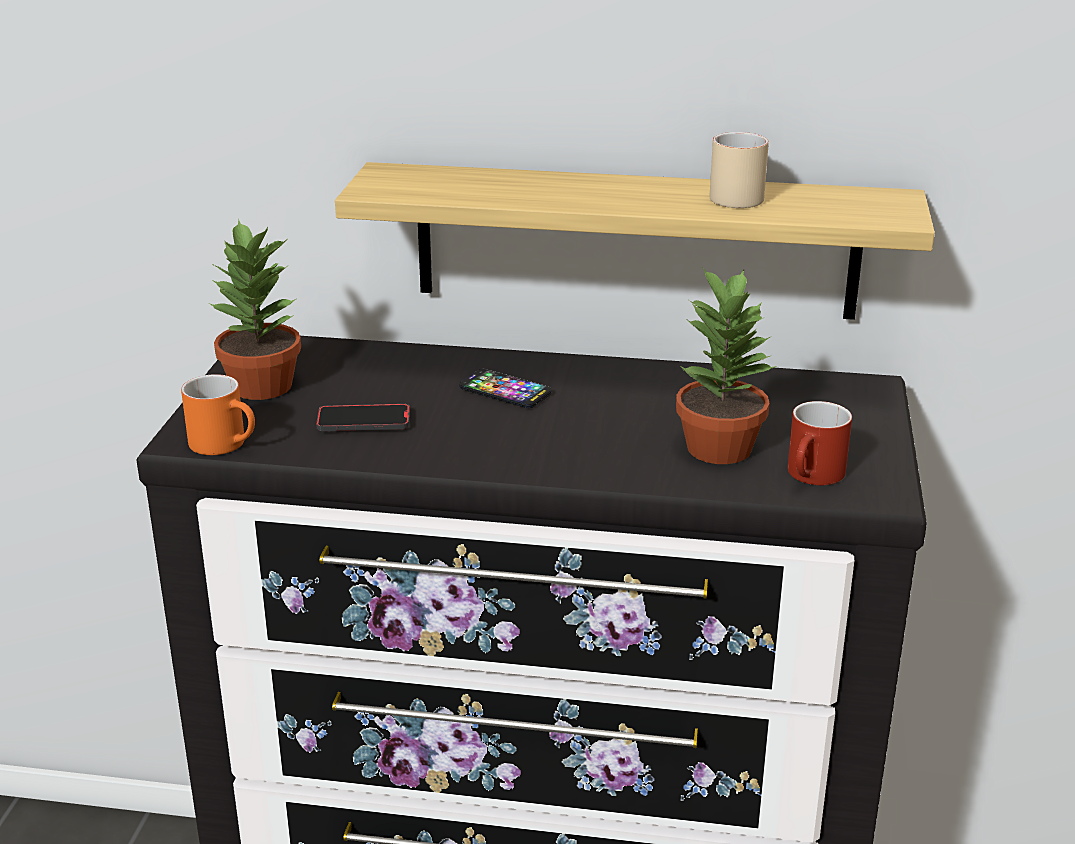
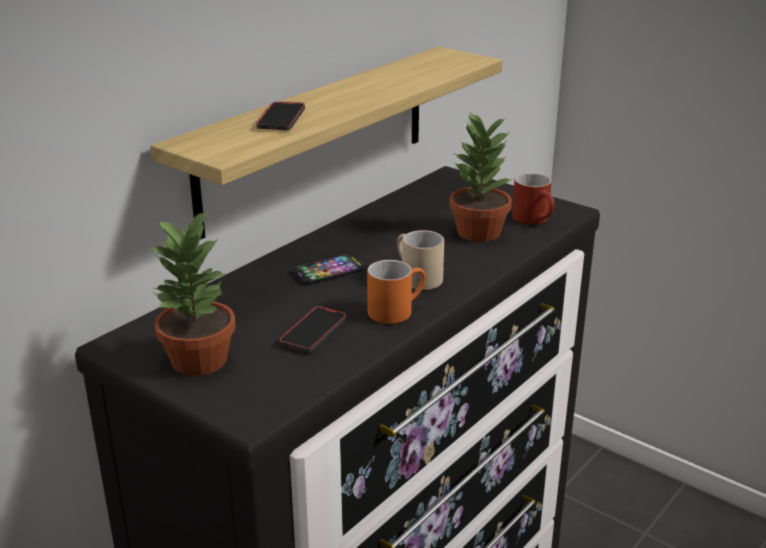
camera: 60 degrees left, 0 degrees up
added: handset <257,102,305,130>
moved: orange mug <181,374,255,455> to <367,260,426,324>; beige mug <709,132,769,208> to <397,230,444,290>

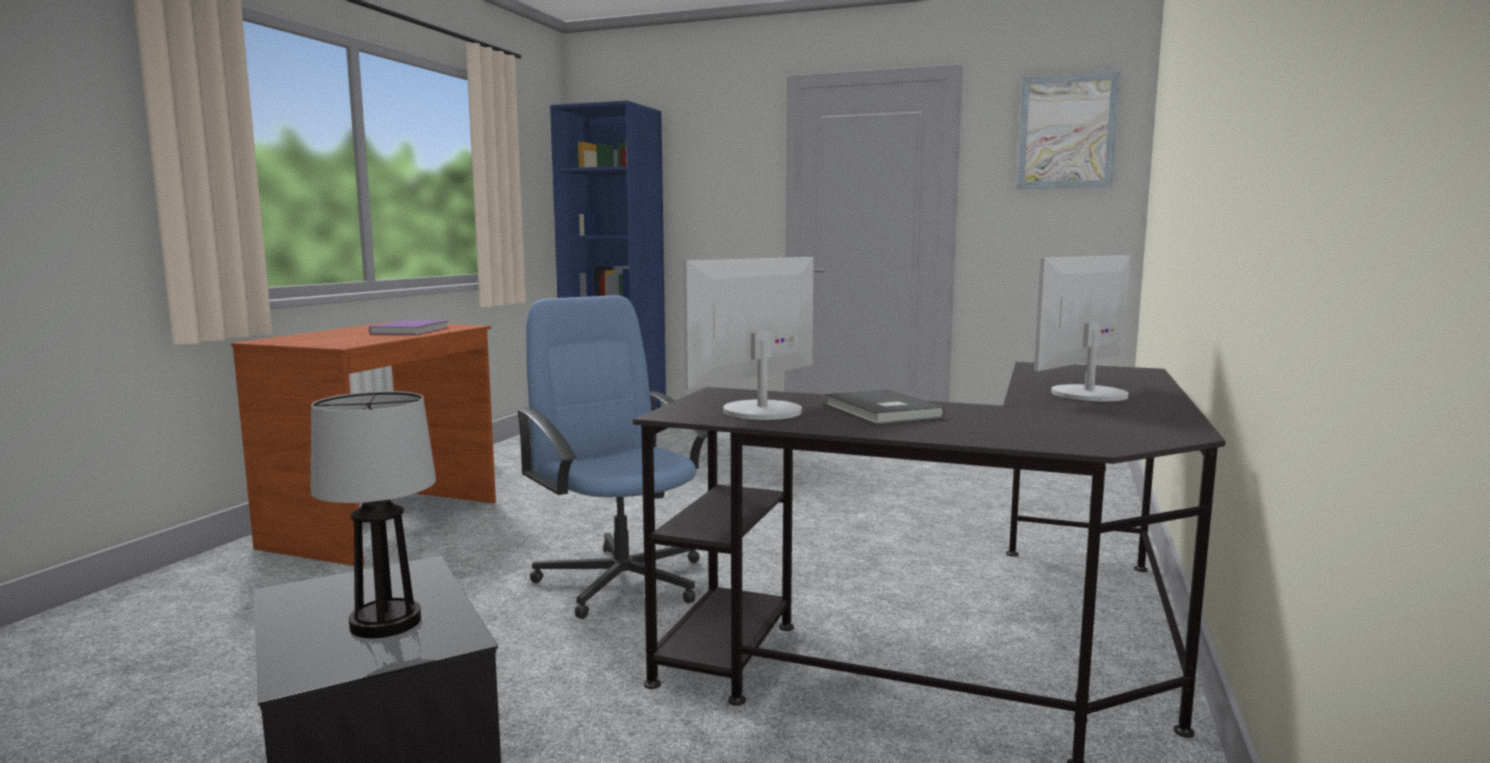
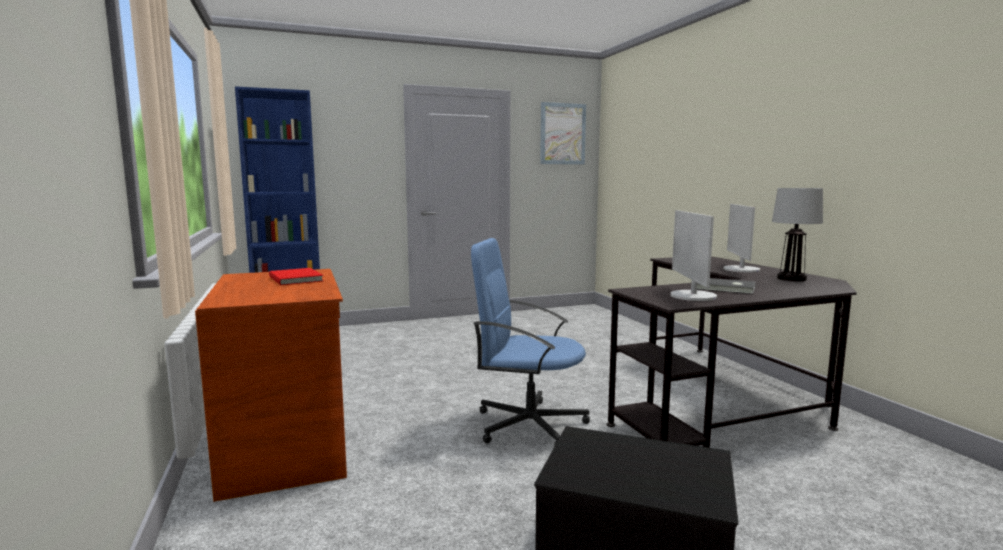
camera: 40 degrees left, 0 degrees up
moved: table lamp <311,391,436,638> to <772,188,823,281>
recoloured: purple-coloured book <369,320,449,335> to reddish book <269,268,324,285>

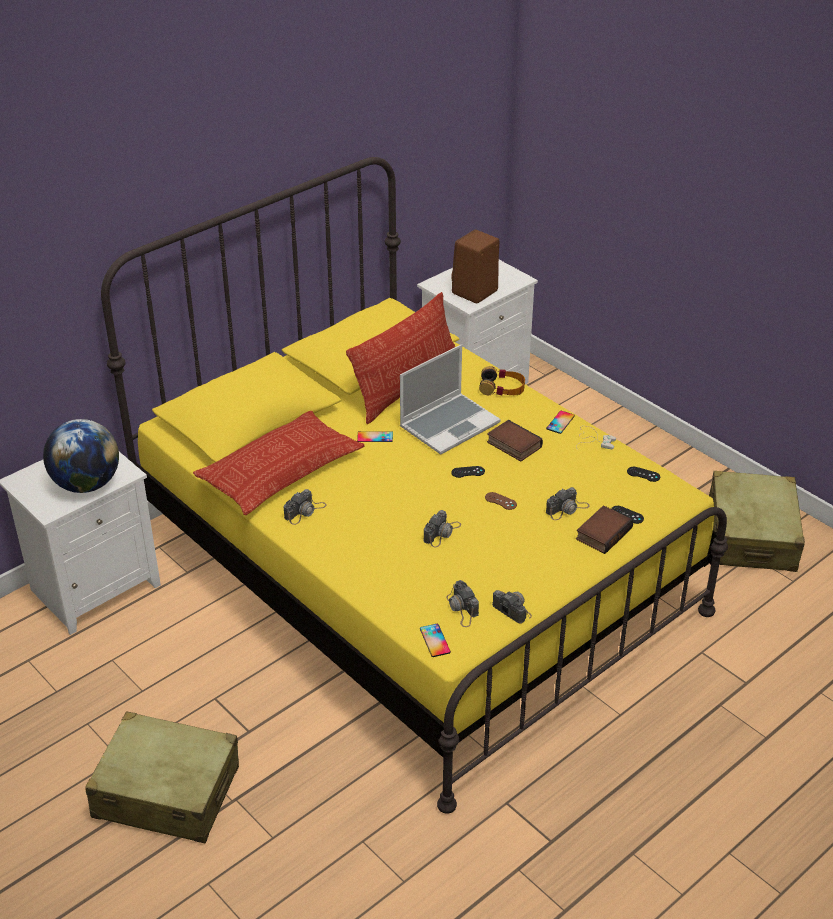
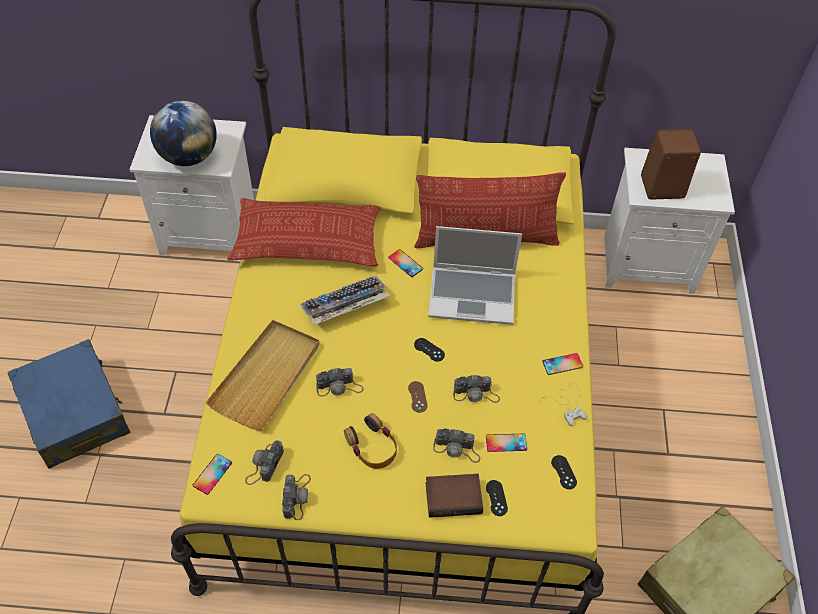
camera: 45 degrees right, 15 degrees up
removed: book <487,420,543,462>
added: beige serving tray <206,320,319,431>; computer keyboard <300,276,390,325>; handset <486,434,527,452>
moved: still camera <284,489,327,525> to <453,375,500,403>; headphones <479,366,525,396> to <344,413,397,469>
recoloured: beige piece of luggage <85,711,239,843> to blue piece of luggage <7,339,130,469>

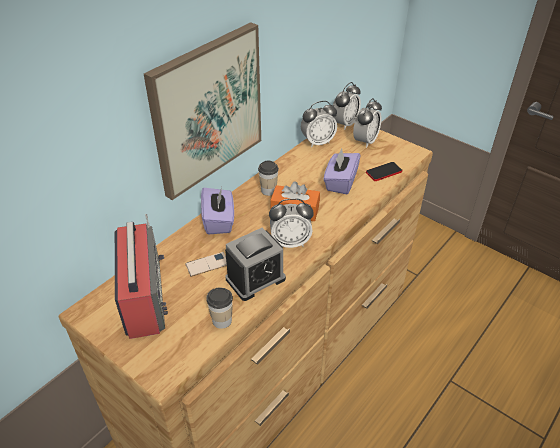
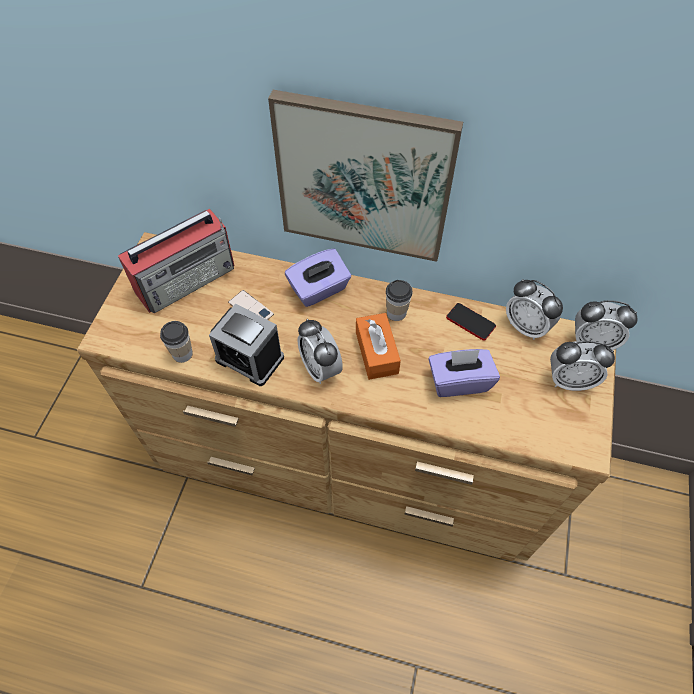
camera: 65 degrees right, 15 degrees up
moved: handset <366,162,402,181> to <446,303,496,341>

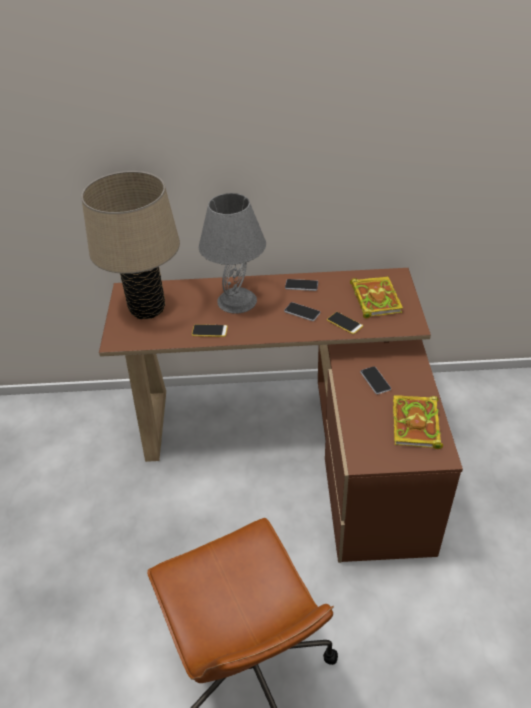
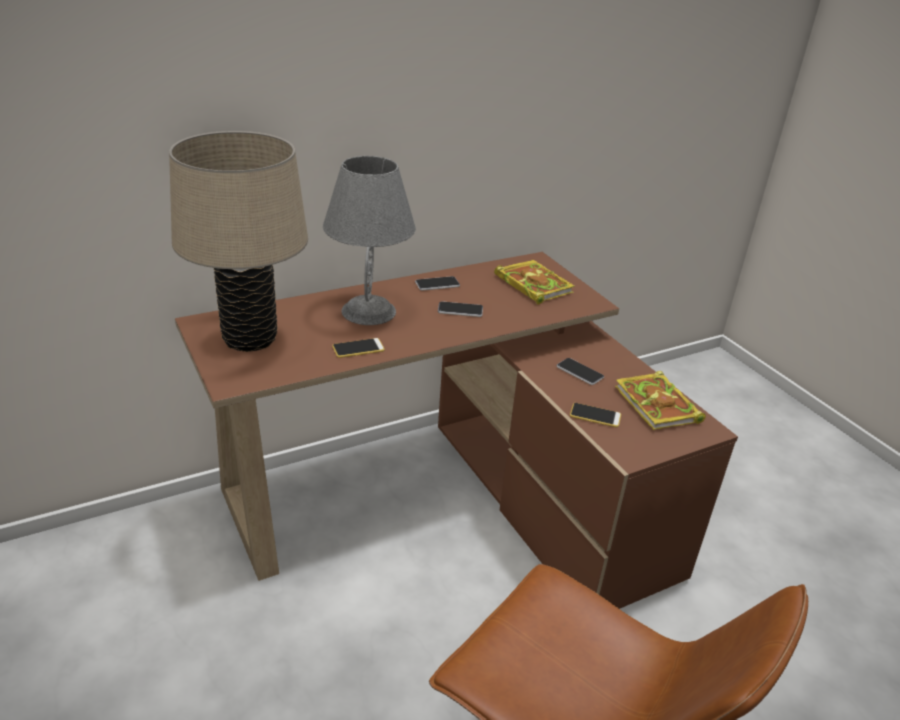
camera: 30 degrees left, 10 degrees down
moved: handset <327,312,363,334> to <570,403,621,427>

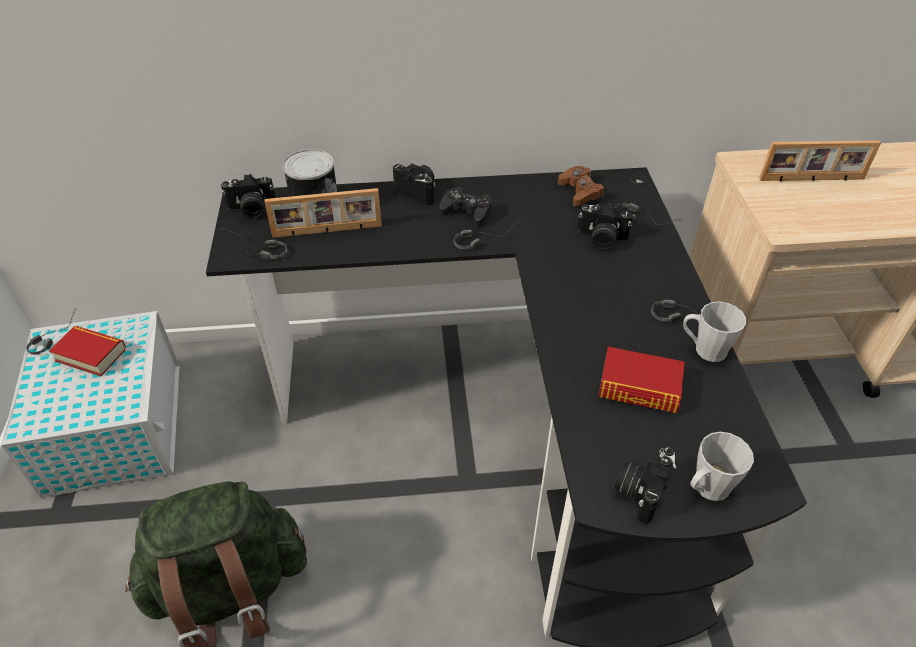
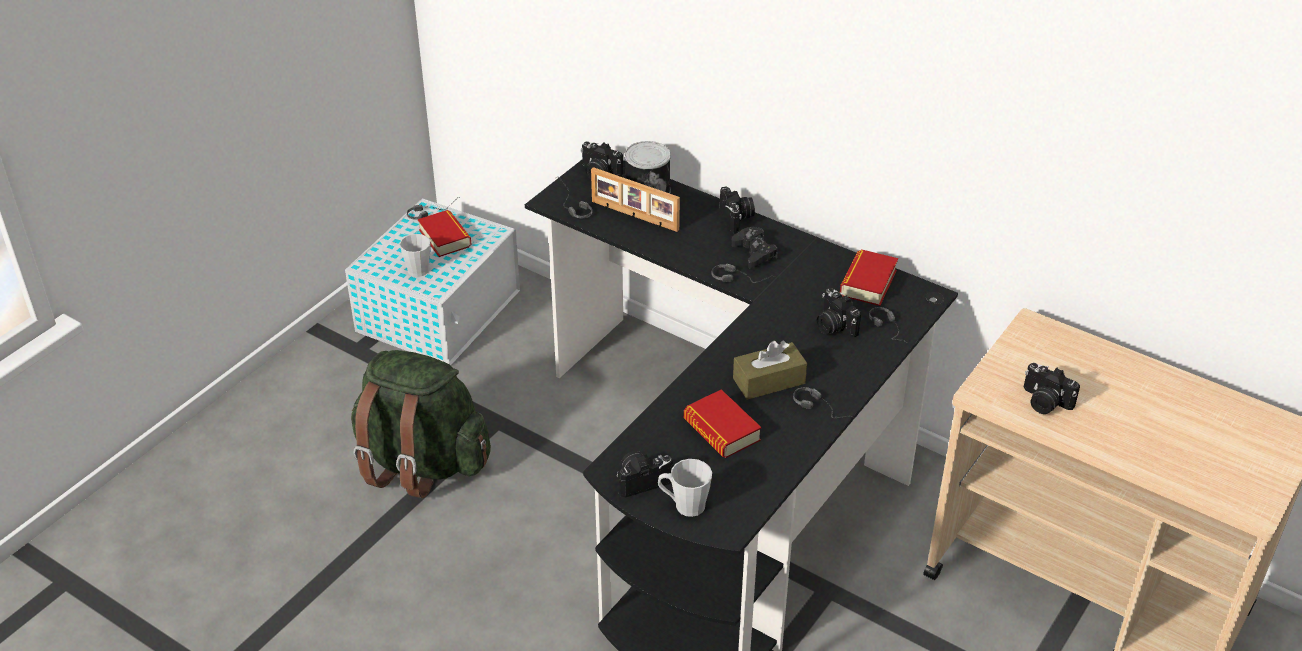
camera: 40 degrees right, 5 degrees down
removed: picture frame <759,140,881,182>
added: brownish box of tissues <733,340,807,400>; still camera <1023,363,1080,414>
moved: gray mug <683,301,746,362> to <400,234,431,277>
replaced: brownish gamepad <558,166,604,206> to book <840,249,898,306>

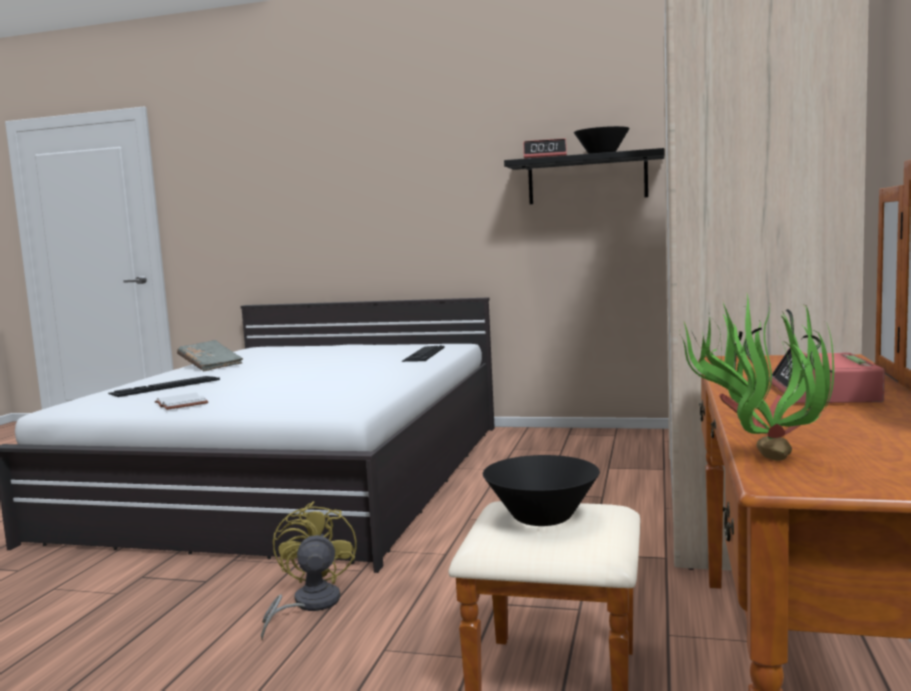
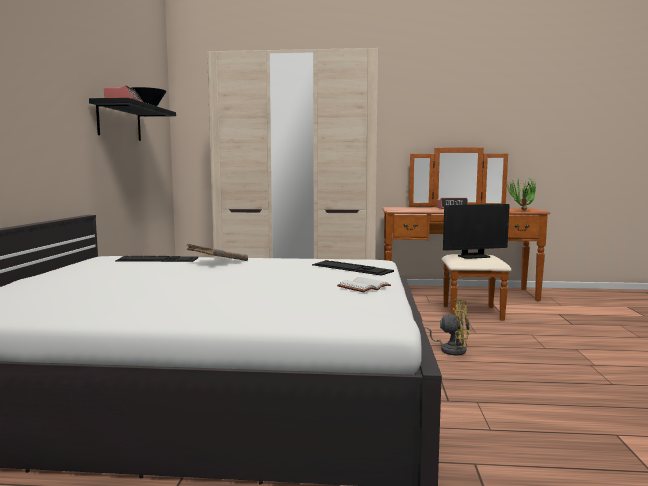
camera: 100 degrees left, 0 degrees up
moved: computer keyboard <108,376,220,397> to <312,260,394,276>; gray book <177,340,243,371> to <187,244,248,261>
replaced: blackish deep dish <483,455,600,526> to computer display <443,204,510,259>
turned: yellowish electric fan <261,501,357,640> = <424,299,470,355> 150 degrees counterclockwise

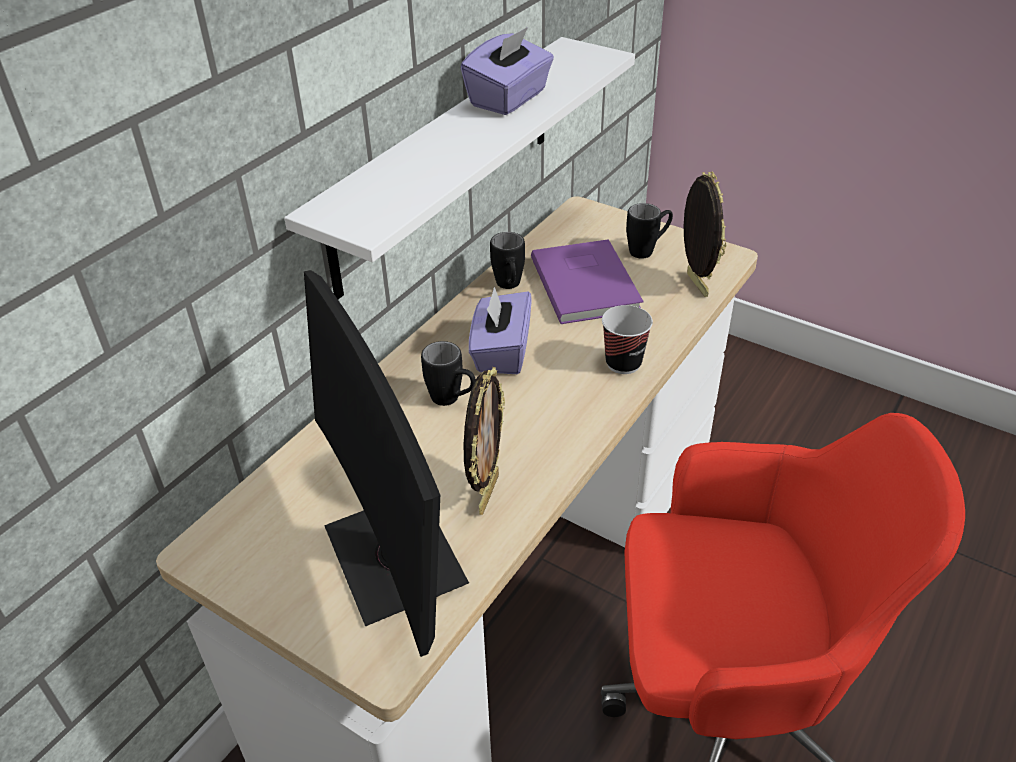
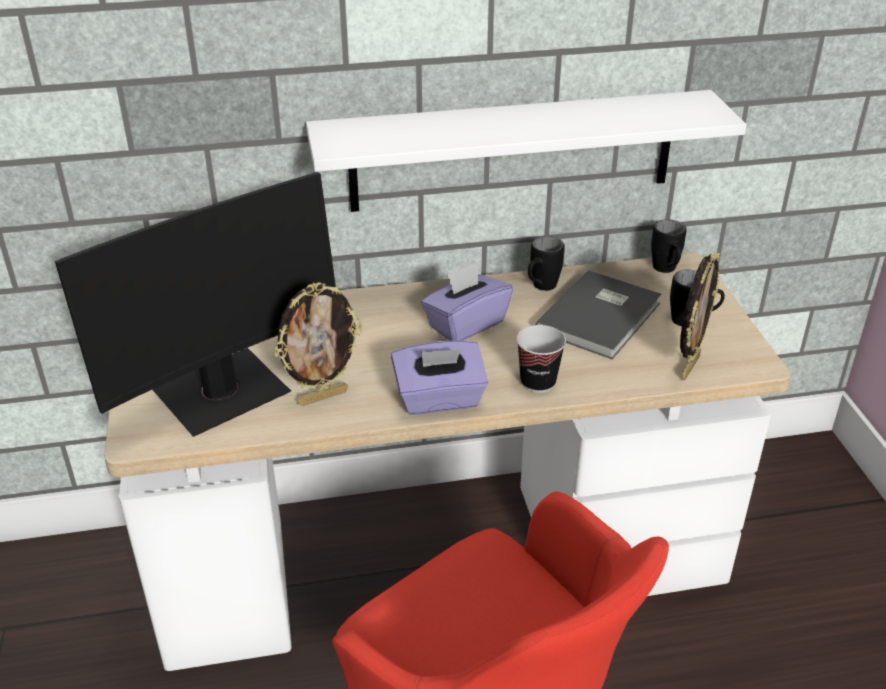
camera: 45 degrees right, 5 degrees down
moved: blackish mug <421,341,475,406> to <651,219,686,273>; purple-coloured box of tissues <461,27,554,115> to <391,341,488,415>
recoloured: purple-coloured book <531,239,644,324> to gray book <535,270,661,359>
turned: computer display <304,270,469,657> = <55,172,336,437> 150 degrees counterclockwise

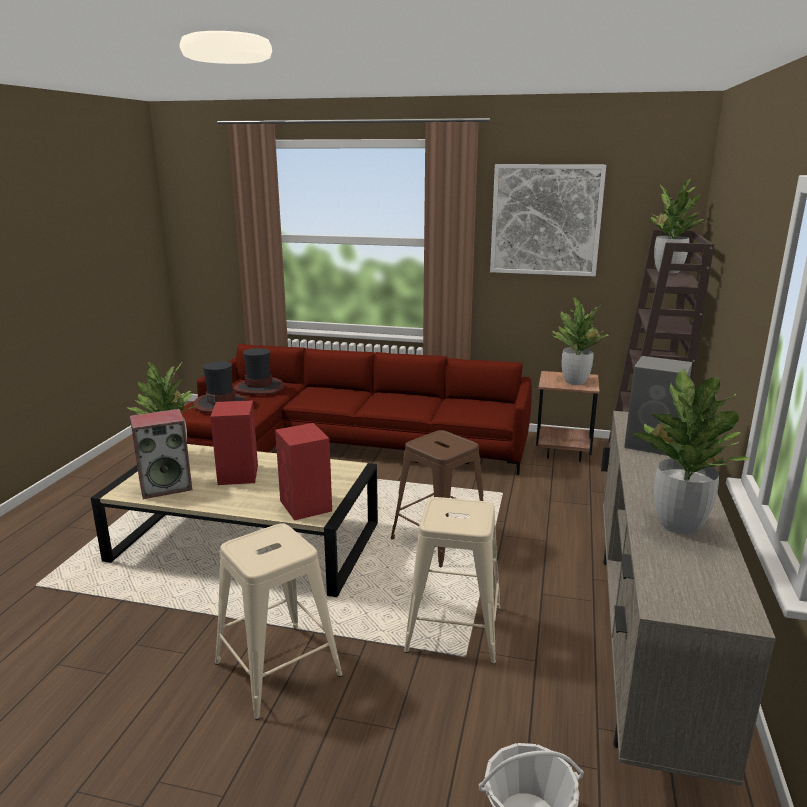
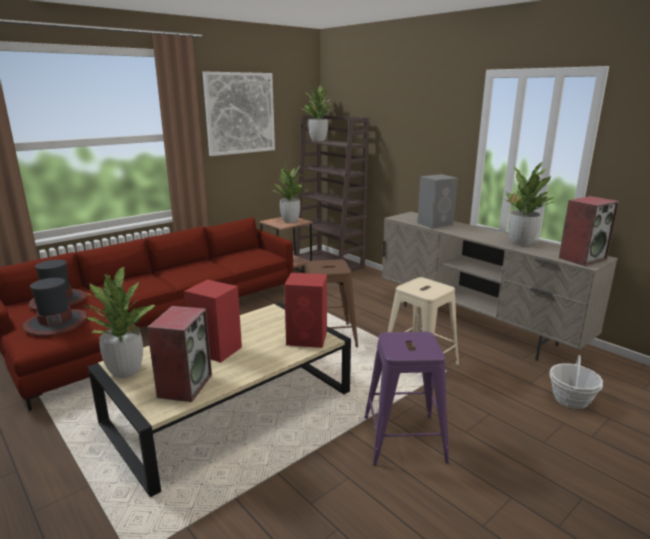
camera: 55 degrees left, 0 degrees up
added: audio speaker <559,196,619,266>
recoloured: beige stool <215,523,343,720> to purple-coloured stool <365,332,449,466>

